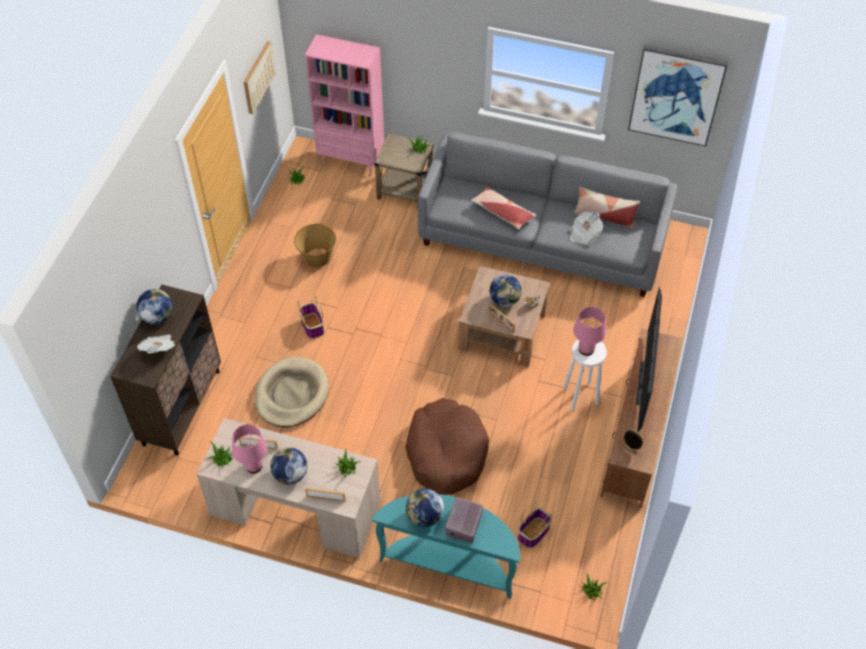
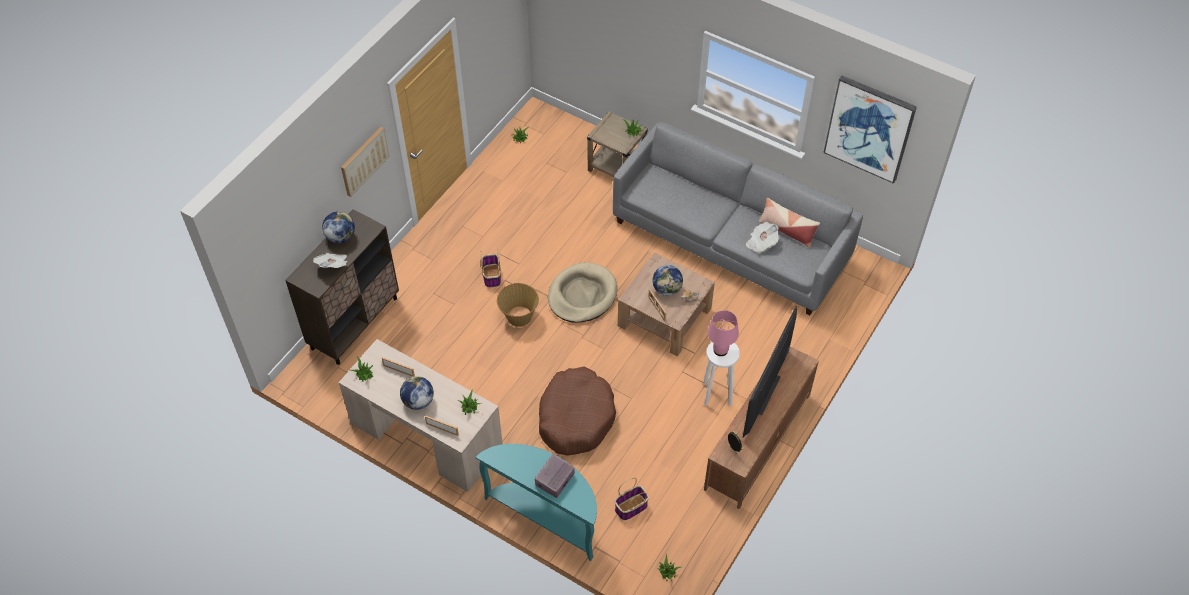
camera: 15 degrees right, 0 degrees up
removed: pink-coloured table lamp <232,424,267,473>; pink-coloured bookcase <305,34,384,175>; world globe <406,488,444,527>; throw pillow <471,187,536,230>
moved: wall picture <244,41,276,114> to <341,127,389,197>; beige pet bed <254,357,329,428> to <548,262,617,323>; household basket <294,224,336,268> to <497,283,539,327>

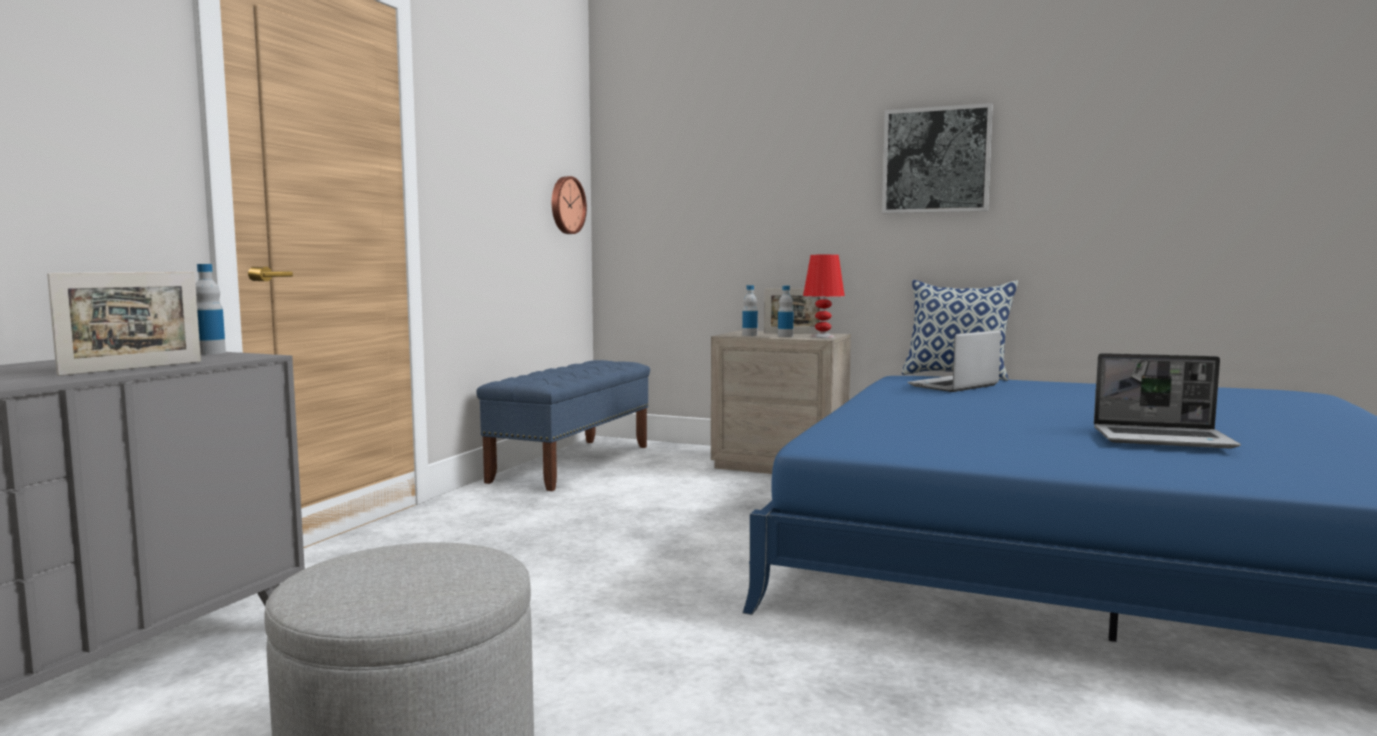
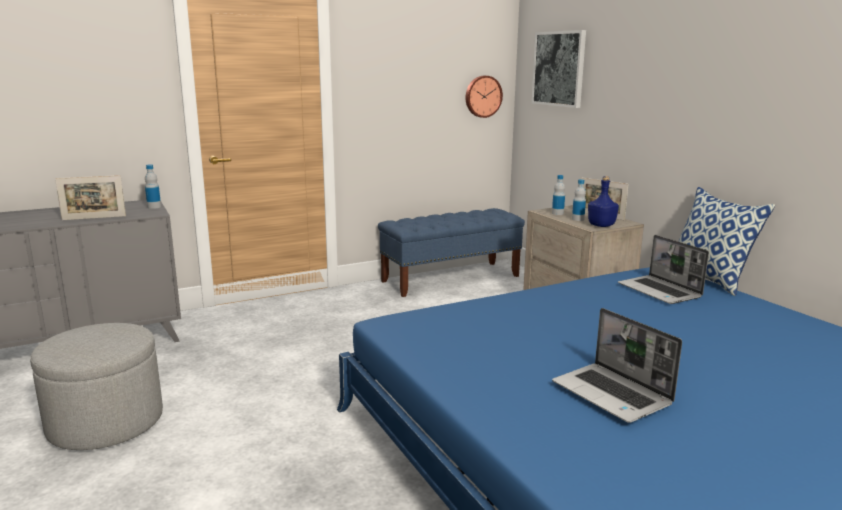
camera: 40 degrees right, 10 degrees up
moved: wall picture <882,103,993,213> to <531,30,586,108>
replaced: reddish table lamp <803,255,845,338> to blue bottle <588,176,619,227>
turned: notebook computer <908,330,1001,392> = <618,235,709,304> 120 degrees counterclockwise

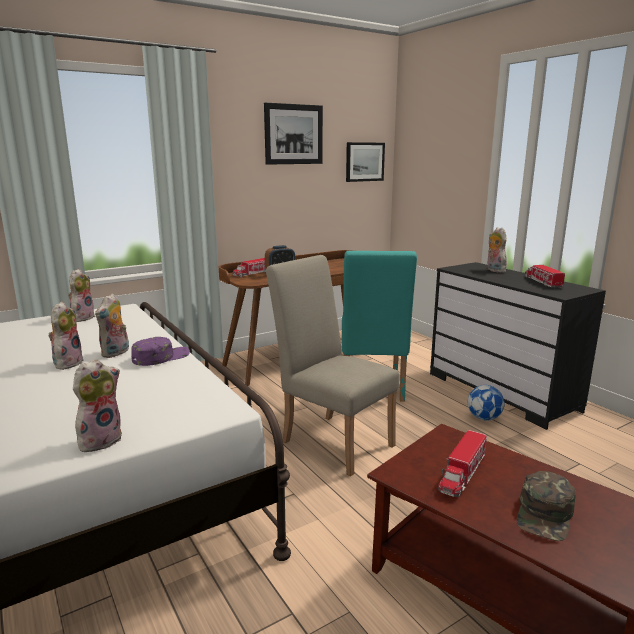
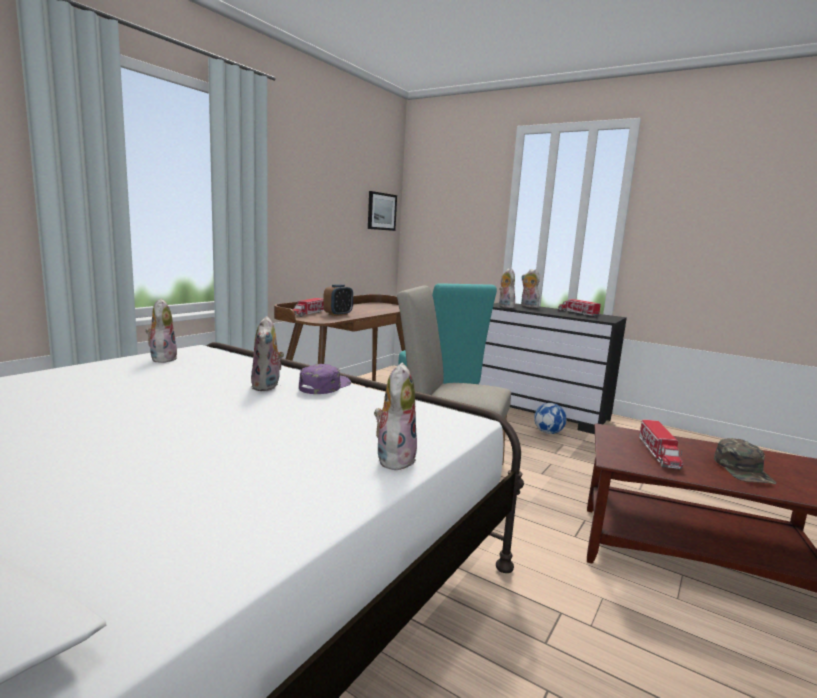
camera: 25 degrees left, 5 degrees down
removed: wall picture <264,103,323,165>
moved: soft toy <48,301,84,370> to <499,268,515,308>

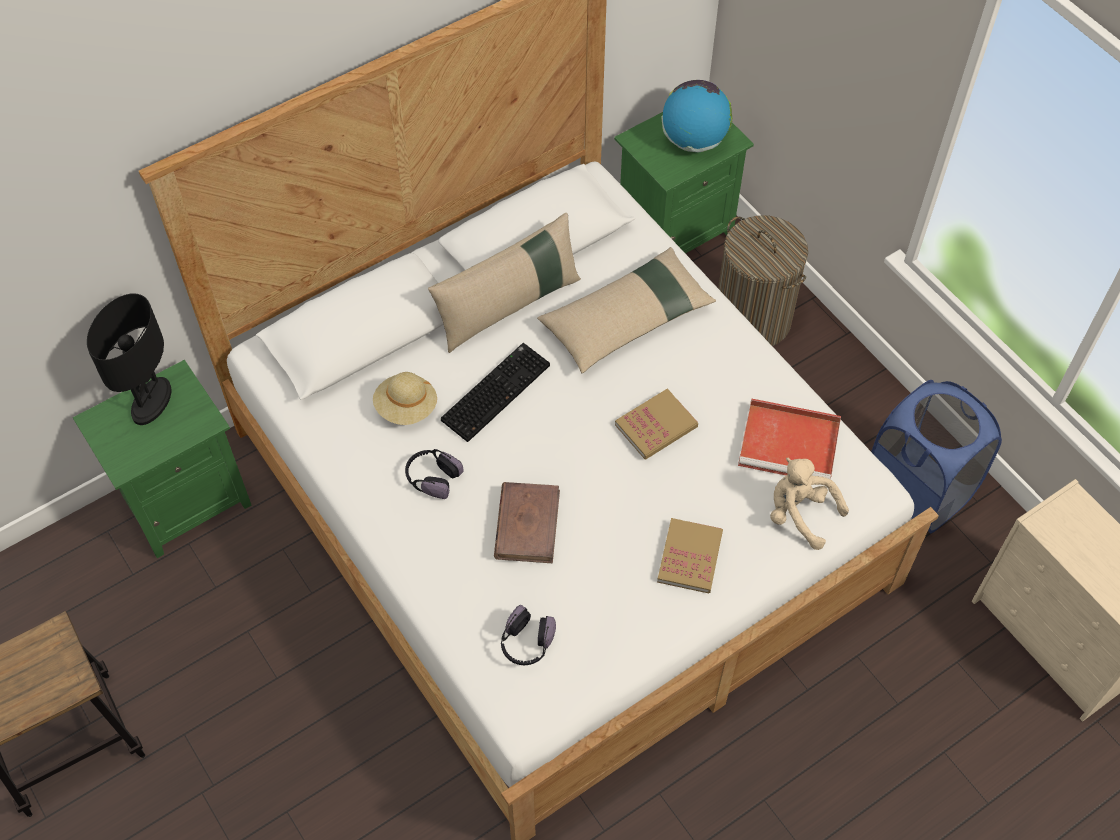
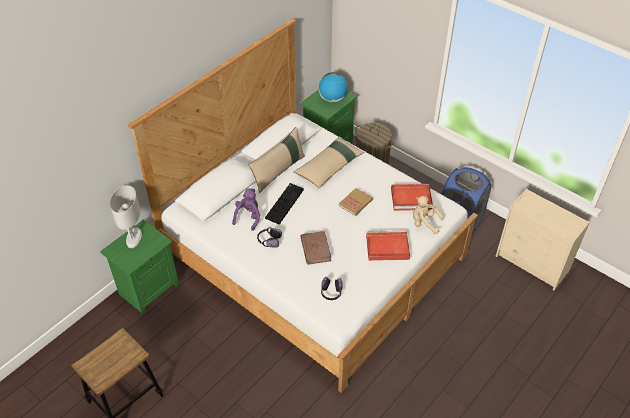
camera: 15 degrees left, 10 degrees down
replaced: beige clothing hat <373,372,437,425> to purple-coloured soft toy <232,189,260,231>; book <657,518,723,593> to reddish serving tray <366,231,410,261>
recoloured: blackish table lamp <87,293,171,425> to white table lamp <110,185,142,248>

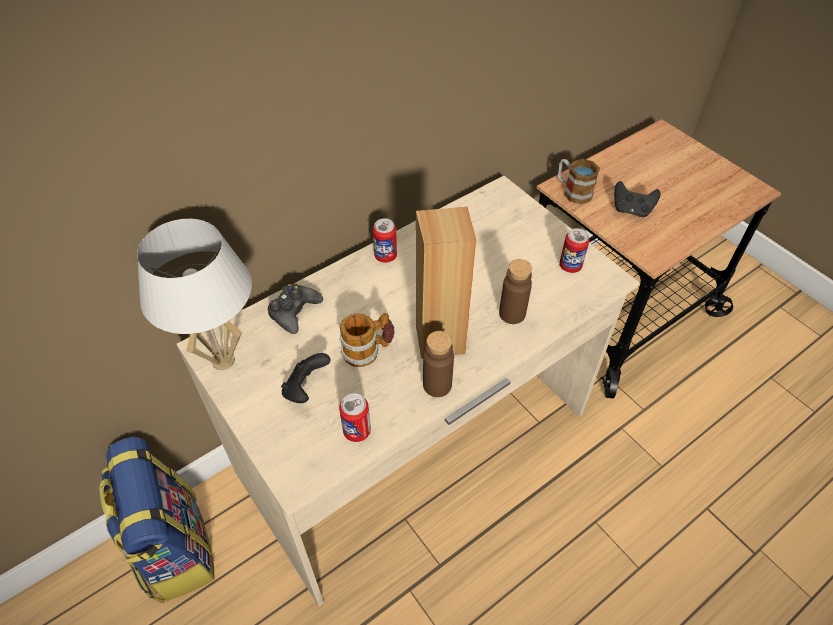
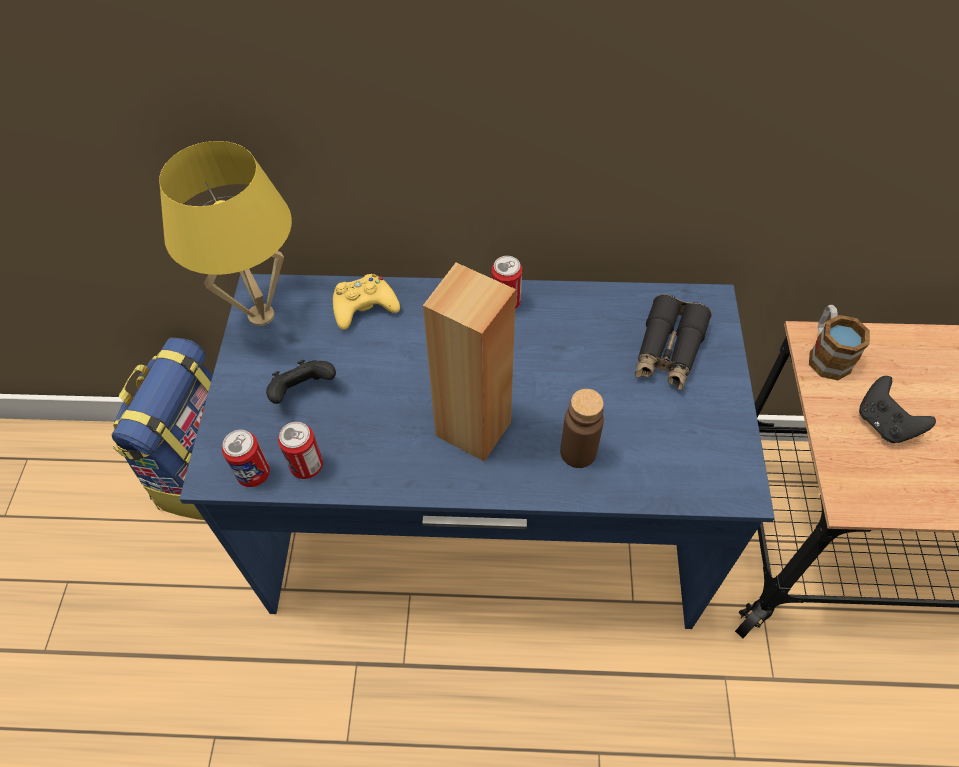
camera: 40 degrees right, 5 degrees up
removed: mug <339,313,394,367>; brownish bottle <423,331,454,397>
added: blackish pair of binoculars <635,294,712,390>
moved: sealed can <559,228,590,273> to <222,430,270,487>
recoloured: white table lamp <137,219,252,370> to yellowish table lamp <159,141,292,326>; beige desk <176,176,640,607> to blue desk <179,274,775,629>; blackish gamepad <268,283,323,334> to yellowish gamepad <333,274,400,330>

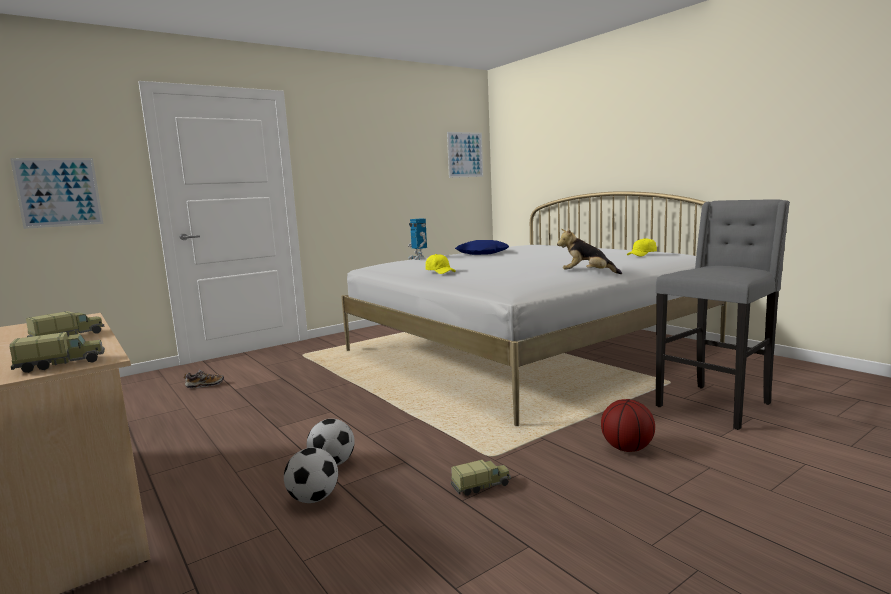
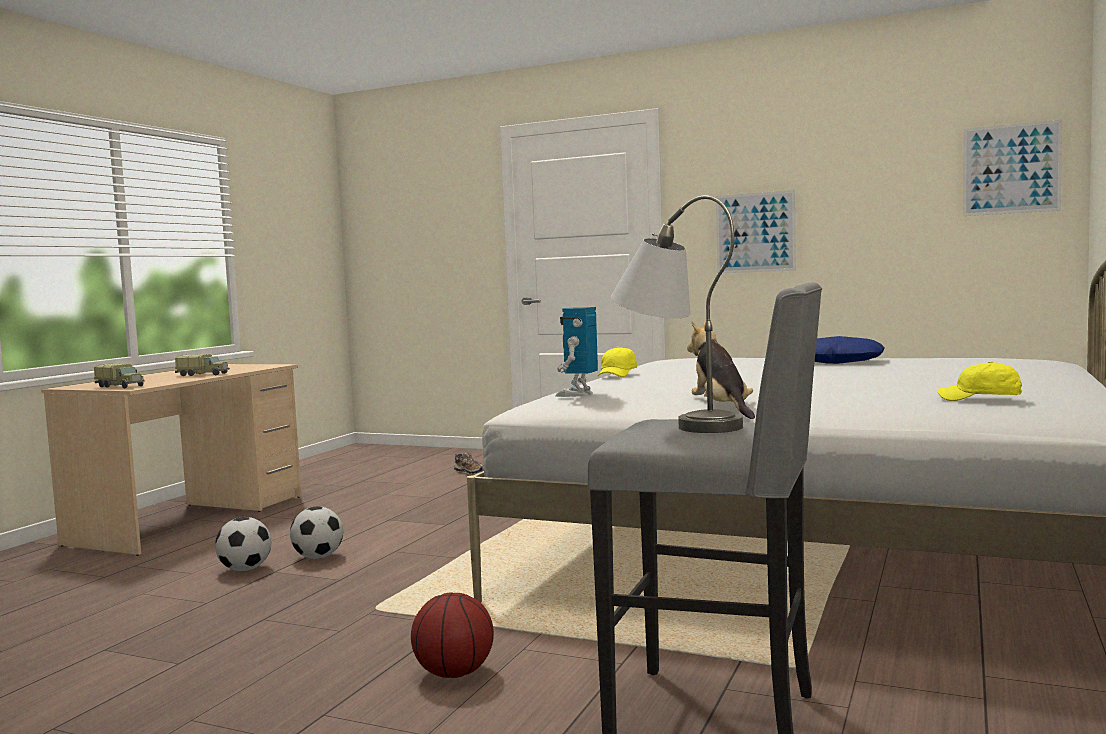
camera: 60 degrees right, 5 degrees down
removed: toy truck <451,460,511,496>
added: gray table lamp <611,195,743,433>
moved: wall picture <10,158,104,229> to <716,190,796,274>; model robot <408,219,427,260> to <555,307,598,397>

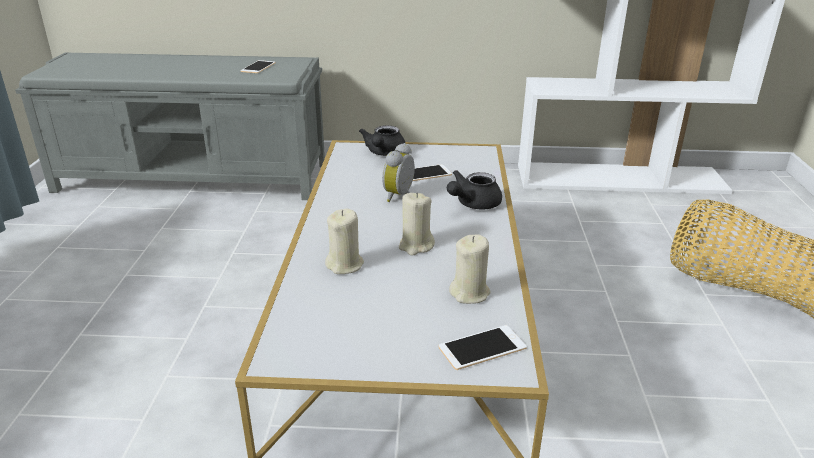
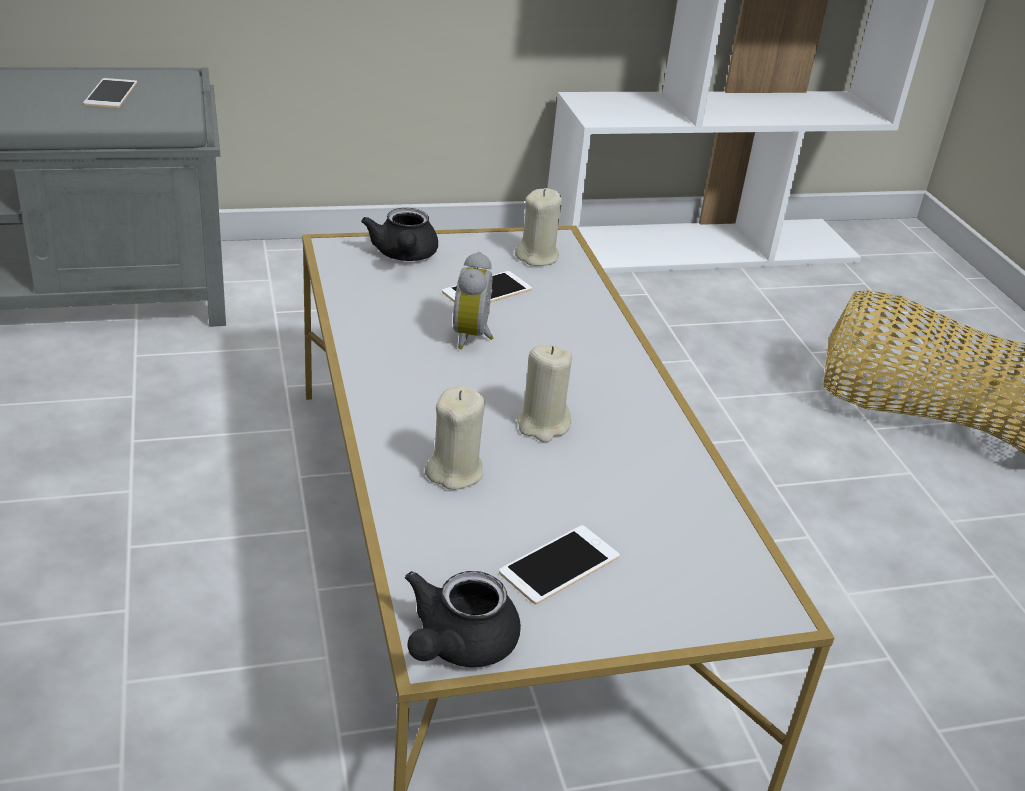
camera: 20 degrees left, 5 degrees up
moved: handset <438,325,527,370> to <499,525,620,605>; blackish tea pot <447,170,502,210> to <405,571,521,667>; beige wax light <449,234,491,304> to <515,188,562,266>

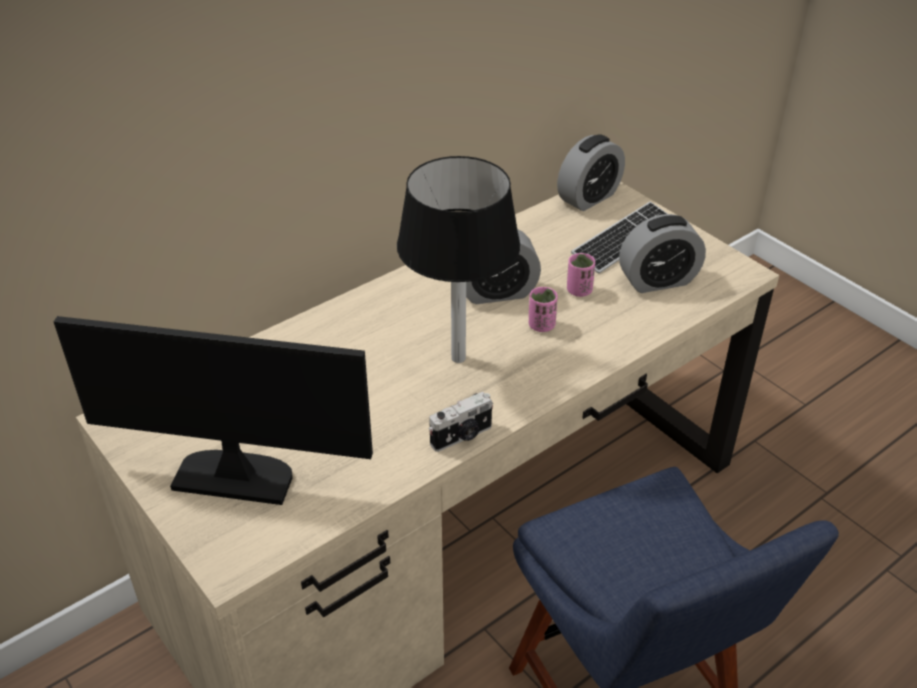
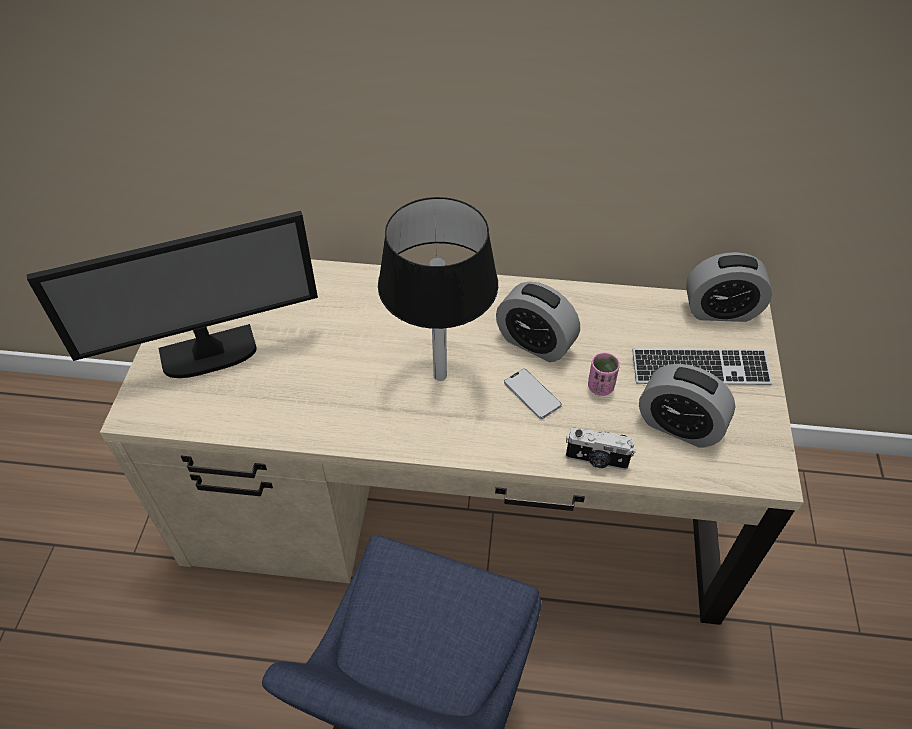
camera: 45 degrees right, 10 degrees up
moved: still camera <429,392,493,452> to <566,428,636,470>
replaced: pink-coloured drinking cup <529,287,558,332> to handset <504,369,562,419>
turned: computer display <53,316,373,505> = <27,210,318,378> 105 degrees clockwise

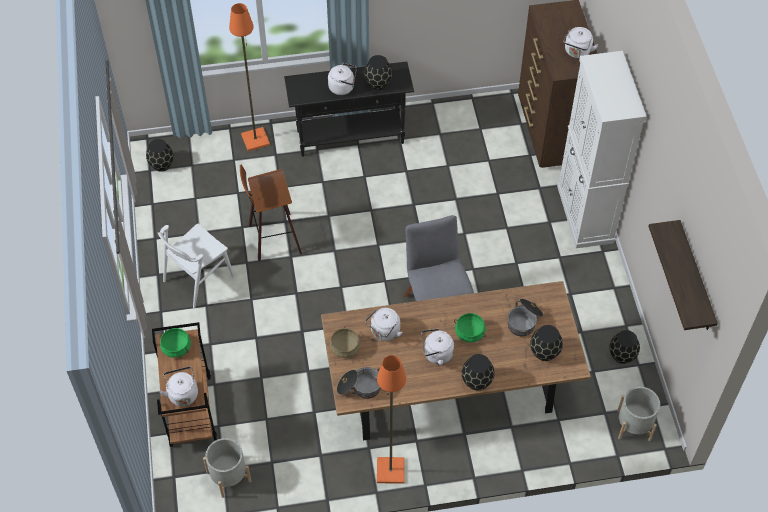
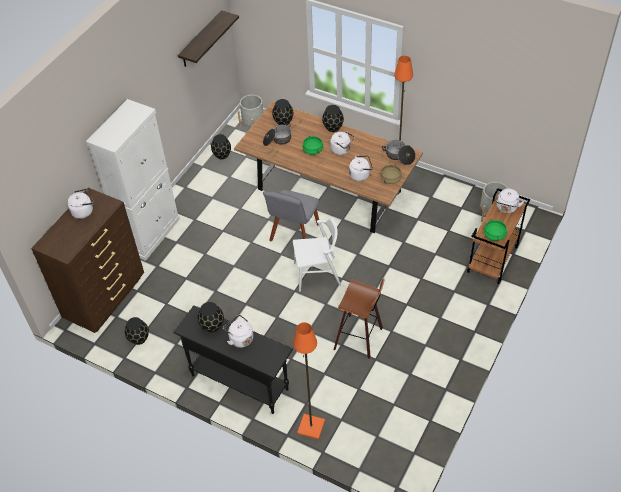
camera: 140 degrees left, 5 degrees down
moved: blackish vase <146,139,174,172> to <125,317,149,345>; white chair <158,224,234,308> to <293,218,341,292>

